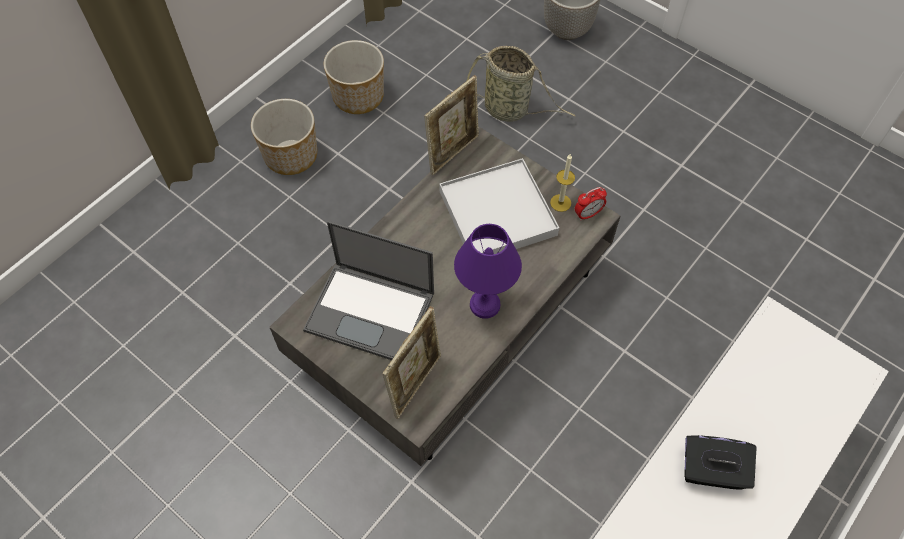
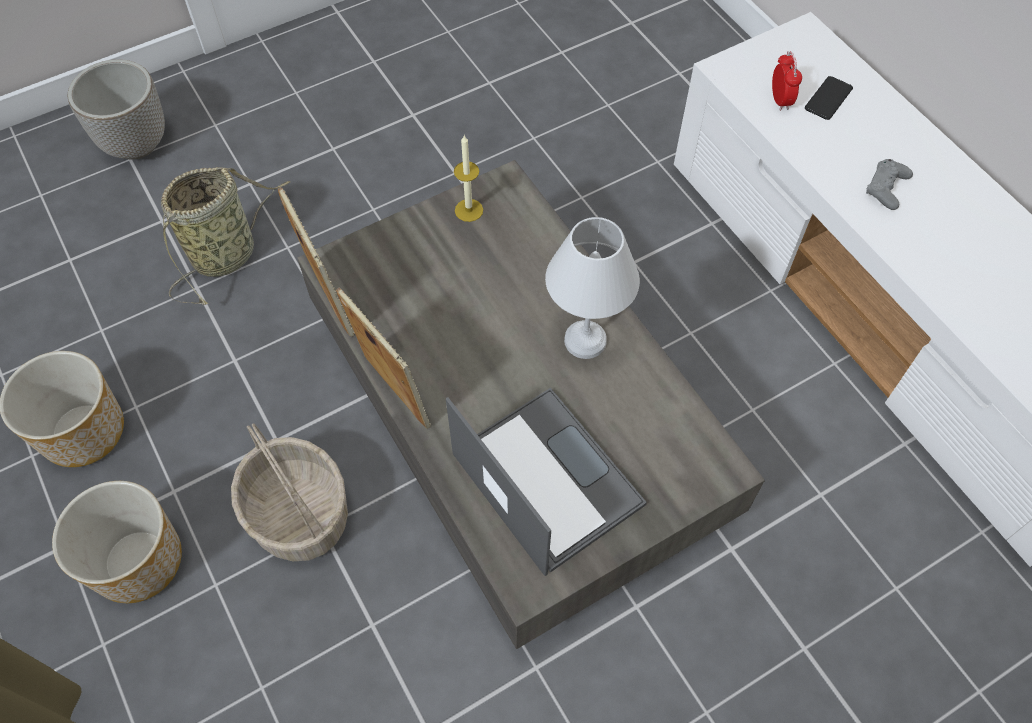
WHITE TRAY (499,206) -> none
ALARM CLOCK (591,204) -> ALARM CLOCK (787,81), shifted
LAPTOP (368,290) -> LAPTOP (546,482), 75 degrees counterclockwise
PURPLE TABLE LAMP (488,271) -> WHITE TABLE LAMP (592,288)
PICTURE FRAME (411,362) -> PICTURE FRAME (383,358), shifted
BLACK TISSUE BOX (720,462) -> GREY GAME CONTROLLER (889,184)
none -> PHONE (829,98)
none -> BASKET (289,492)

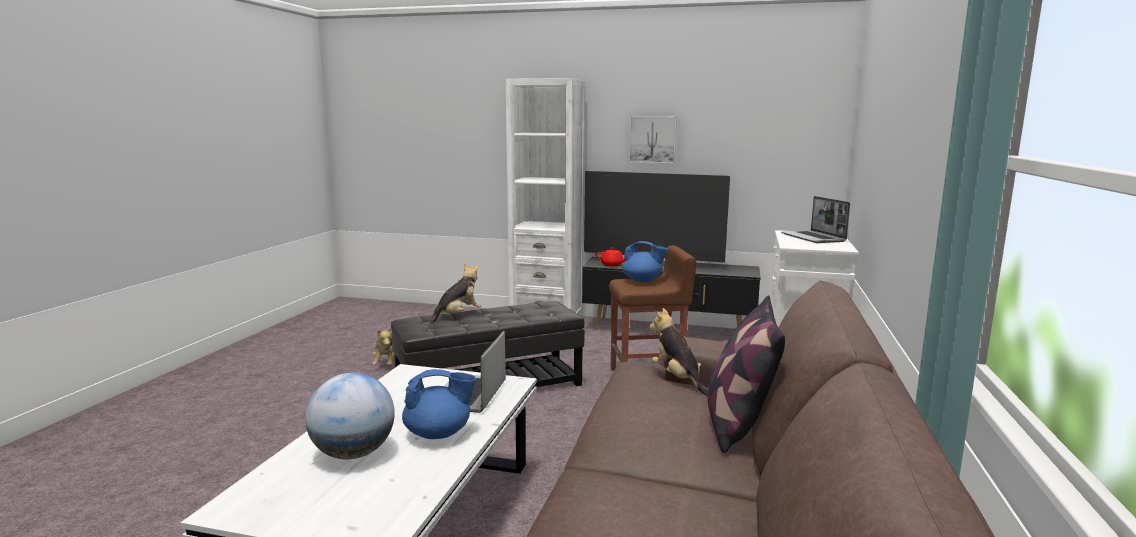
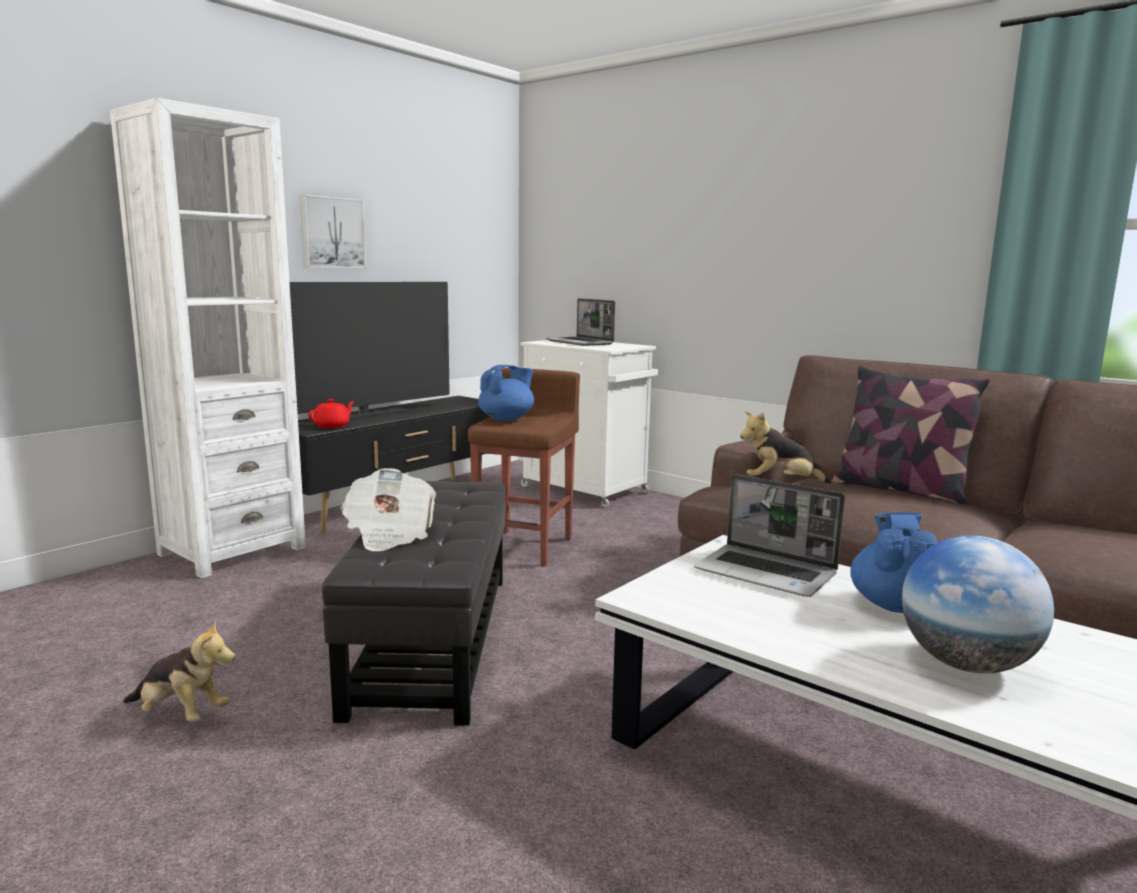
LAPTOP (815,219) -> LAPTOP (580,322), 45 degrees clockwise
PLUSH TOY (456,294) -> NEWSPAPER (388,509)

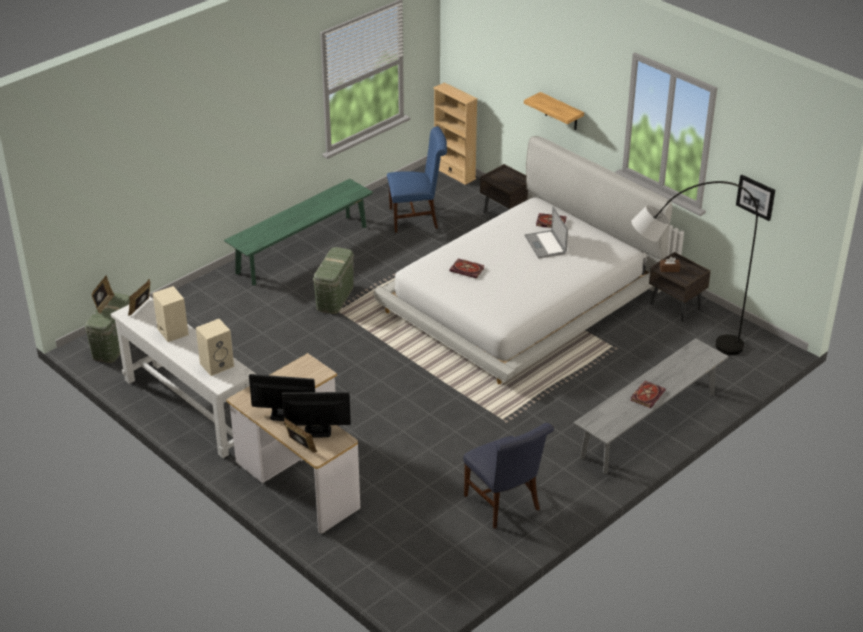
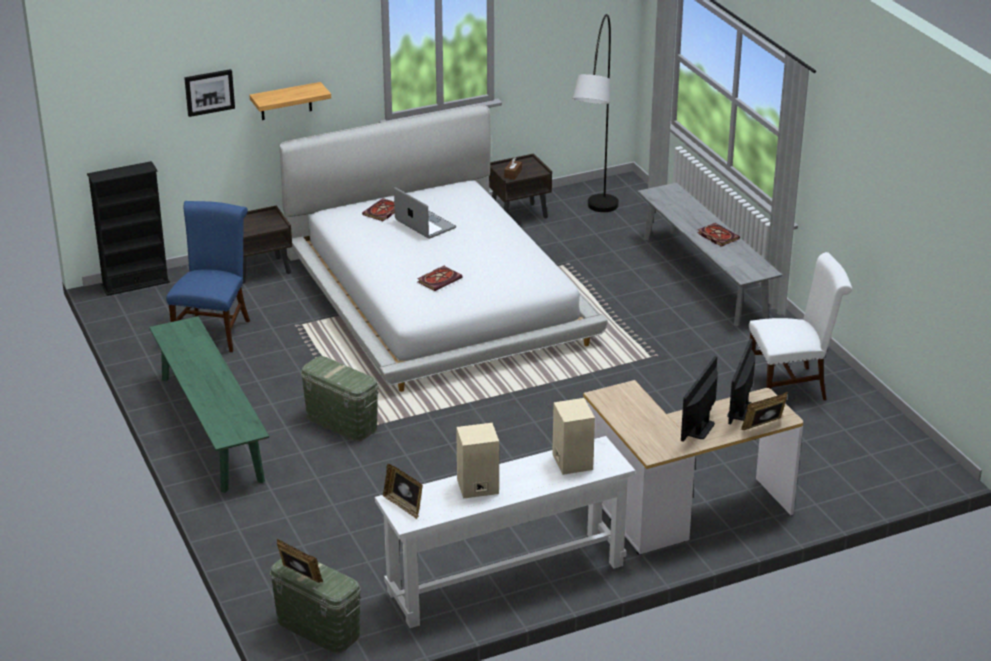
BEIGE BOOKCASE (455,133) -> BLACK BOOKCASE (128,228)
PICTURE (755,198) -> PICTURE (209,93), shifted
LAPTOP (546,232) -> LAPTOP (425,213), 135 degrees counterclockwise
BLUE CHAIR (508,476) -> WHITE CHAIR (800,326)

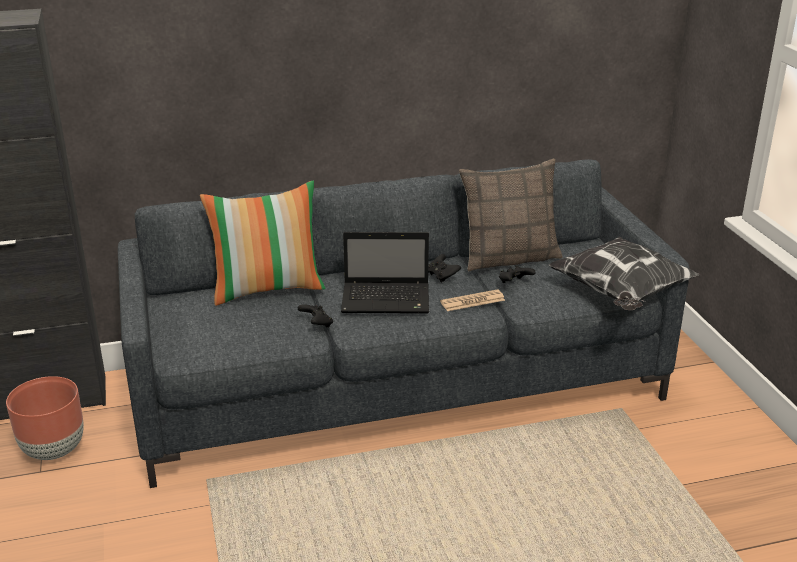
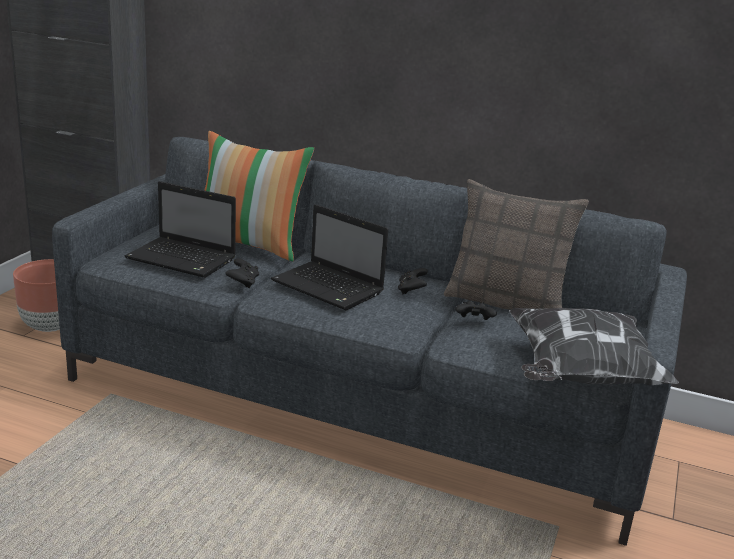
NEWSPAPER (472,300) -> none
none -> LAPTOP (180,229)

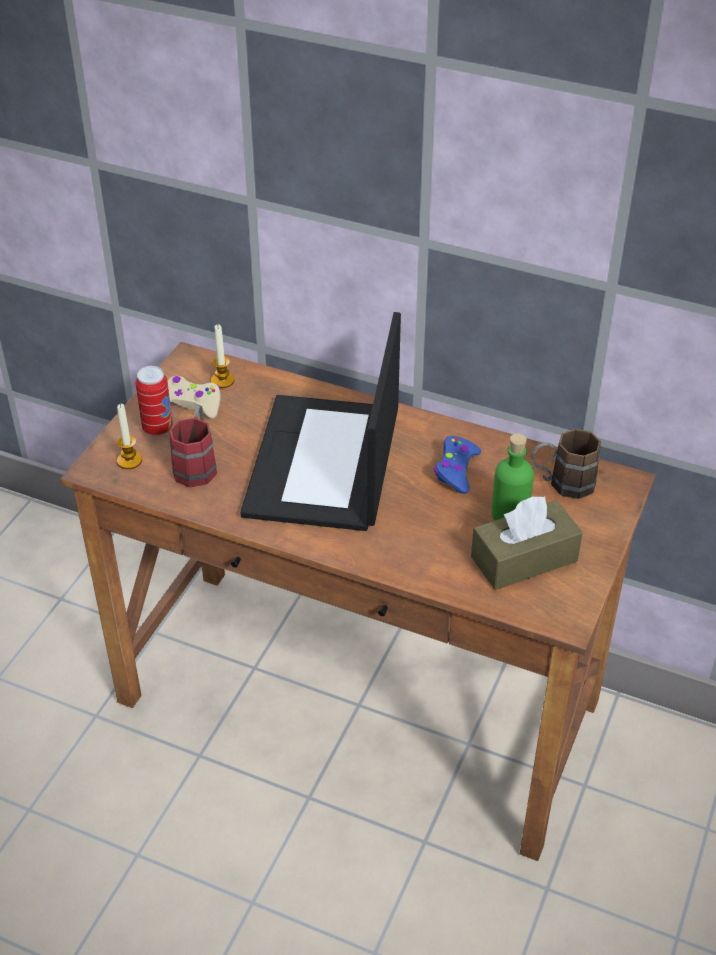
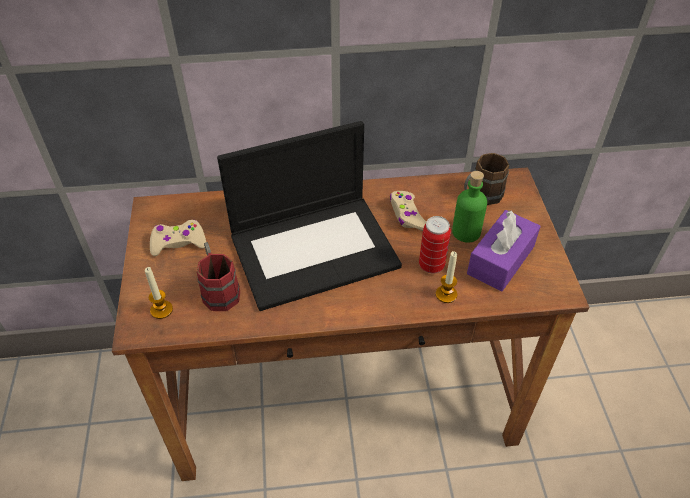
LAPTOP (320,421) -> LAPTOP (309,216), 90 degrees counterclockwise
CANDLE (223,356) -> CANDLE (446,277), shifted
CAN (154,401) -> CAN (435,245), shifted
BLUE GAME CONTROLLER (457,465) -> BEIGE GAME CONTROLLER (408,211)
BROWN TISSUE BOX (527,543) -> PURPLE TISSUE BOX (504,251)

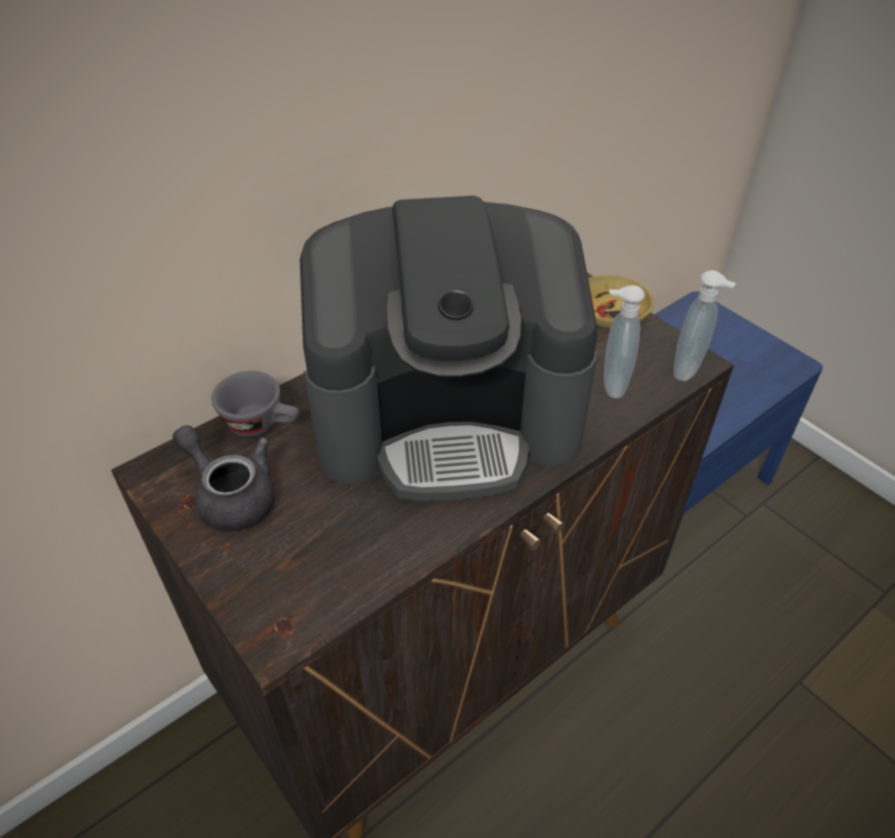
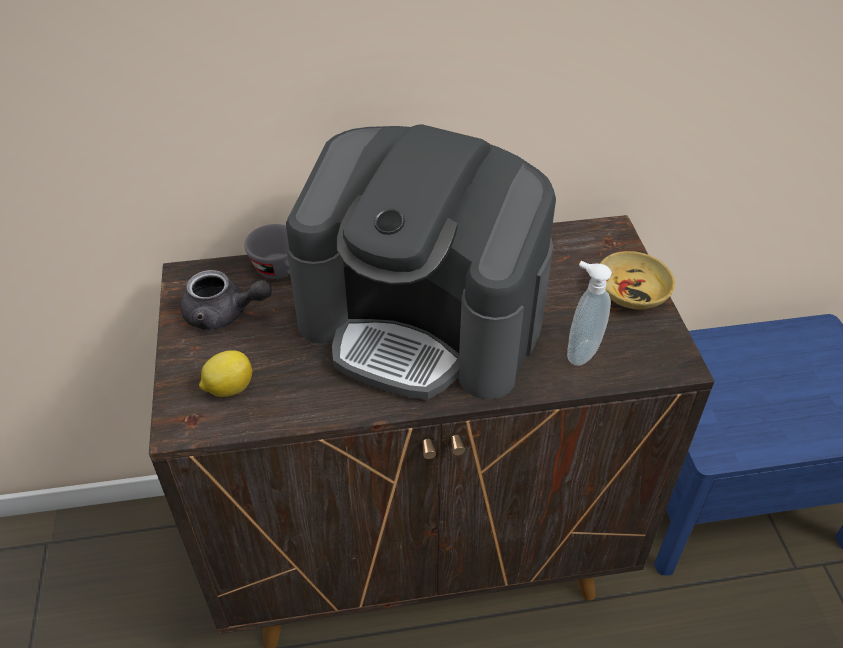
SOAP DISPENSER (704,325) -> none
GREY TEAPOT (224,478) -> GREY TEAPOT (226,300), 120 degrees clockwise
none -> LEMON (225,373)

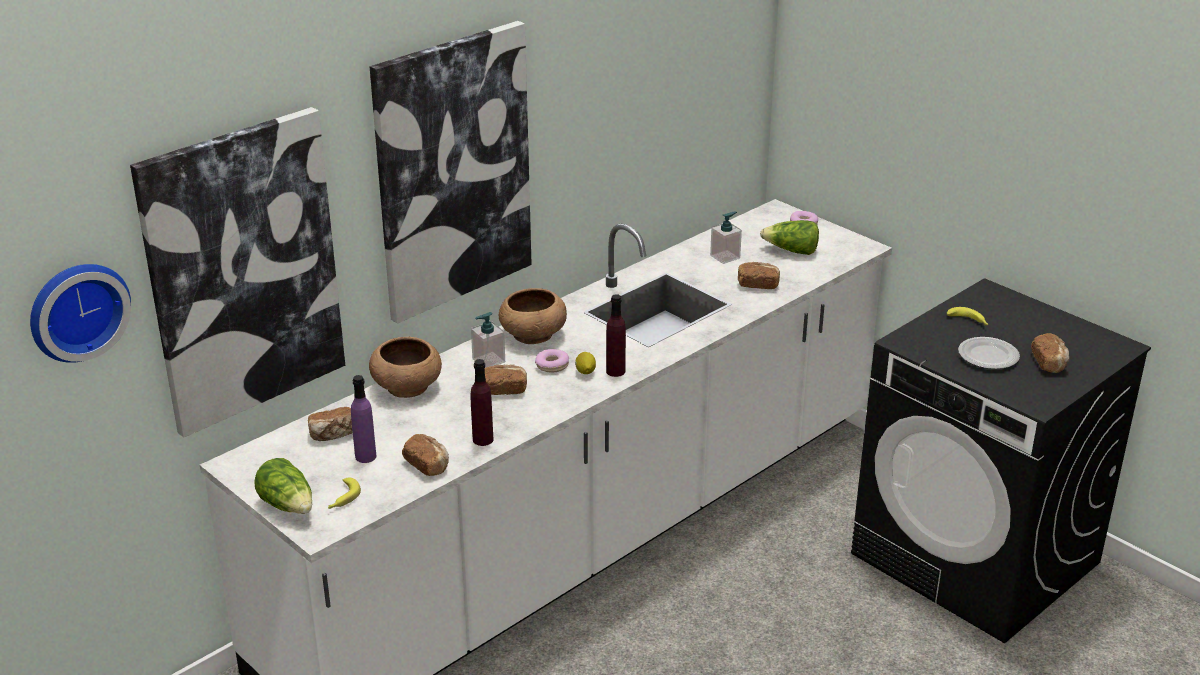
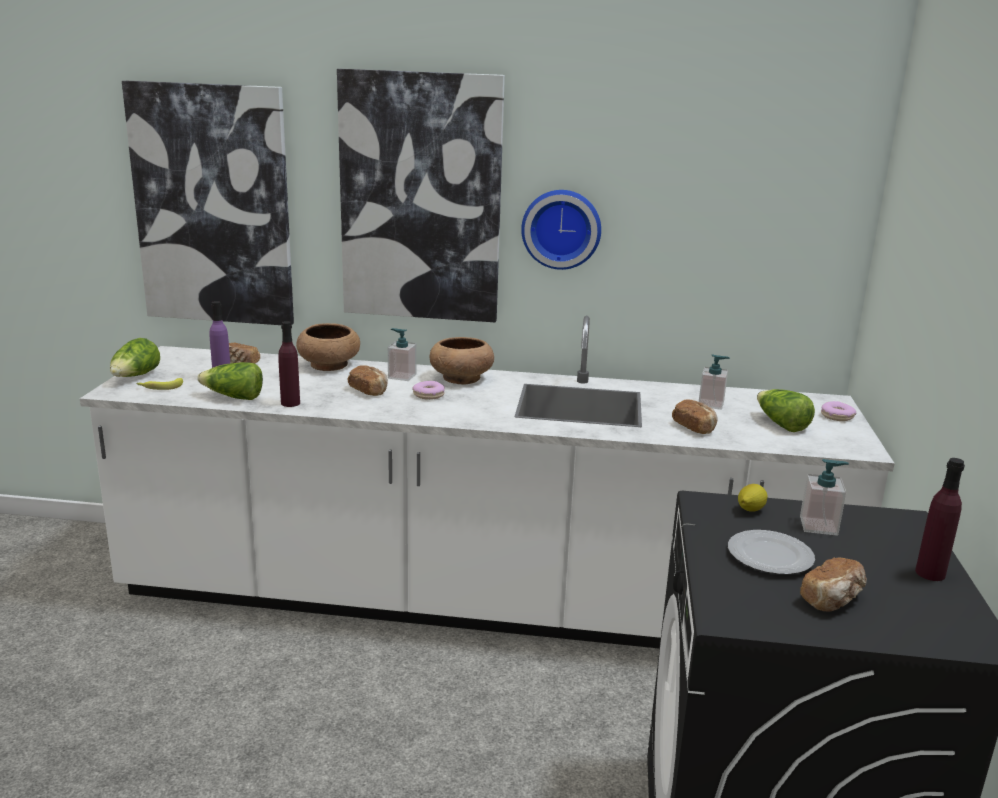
WALL CLOCK (80,313) -> WALL CLOCK (561,230), shifted
PURPLE BOTTLE (616,335) -> PURPLE BOTTLE (940,519), shifted
BANANA (968,316) -> SOAP DISPENSER (824,497)
LEMON (585,363) -> LEMON (753,498), shifted
BREAD (425,455) -> LETTUCE (230,381)

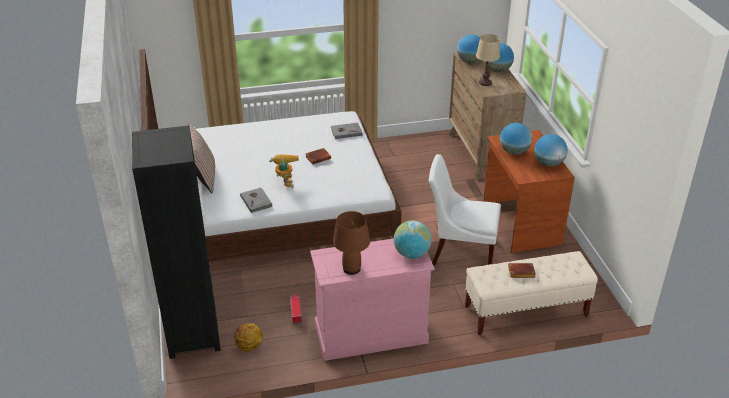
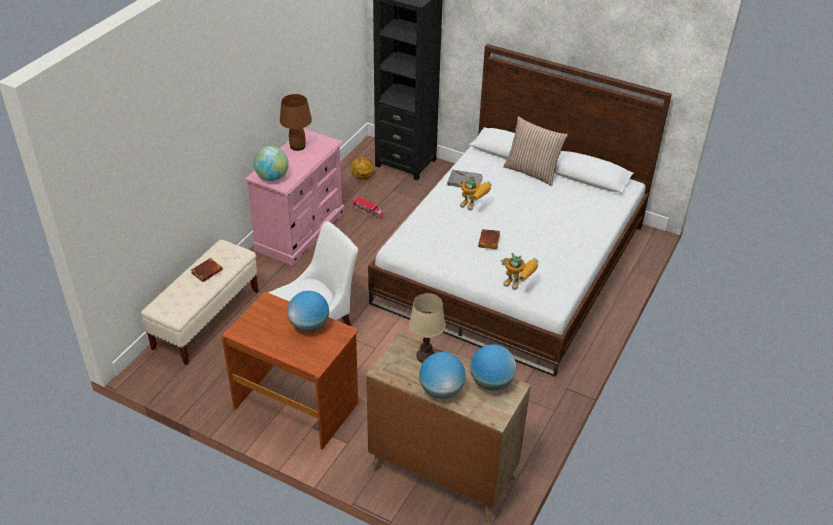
GREY BOOK (347,131) -> TOY ROBOT (519,271)
GLOBE (551,150) -> none

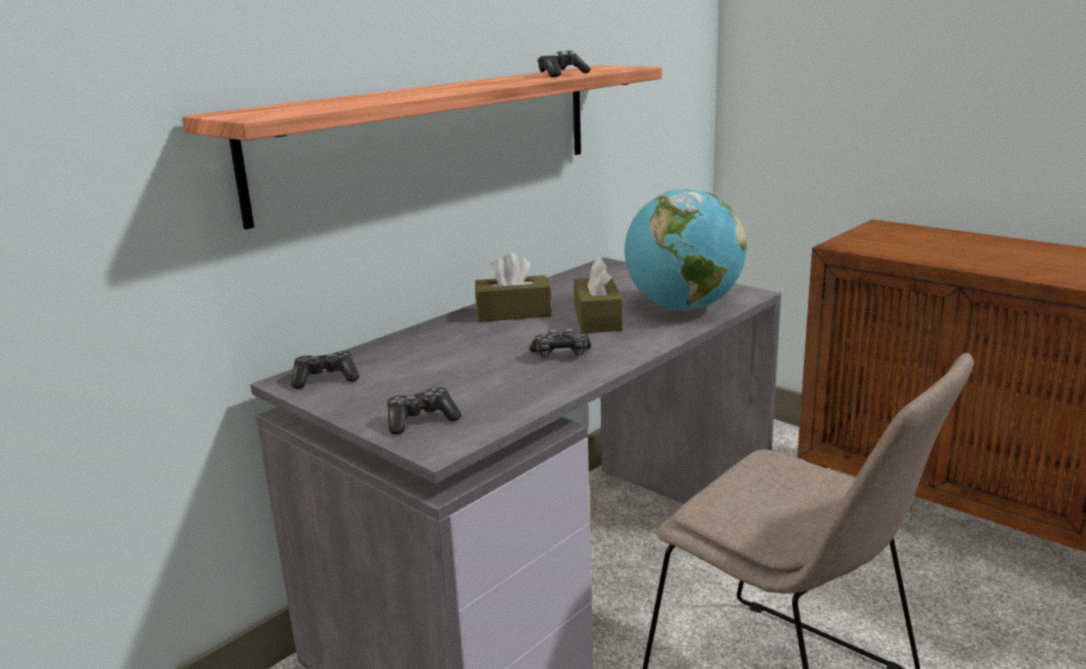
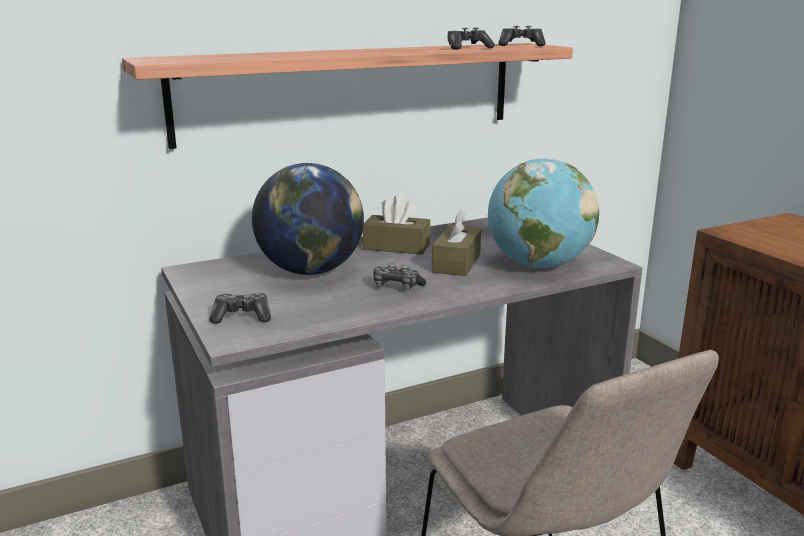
GAME CONTROLLER (325,370) -> GAME CONTROLLER (522,36), shifted
none -> GLOBE (308,219)

